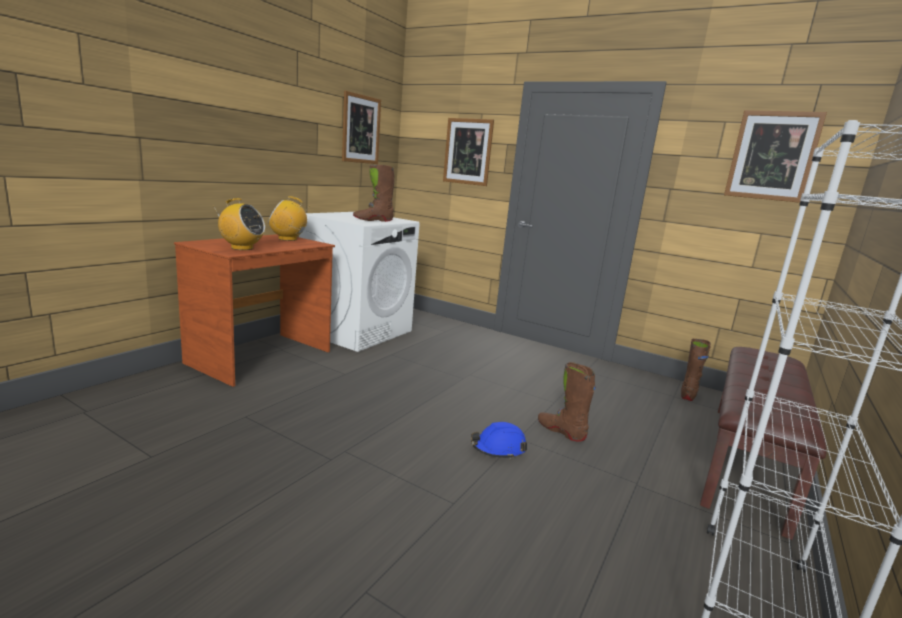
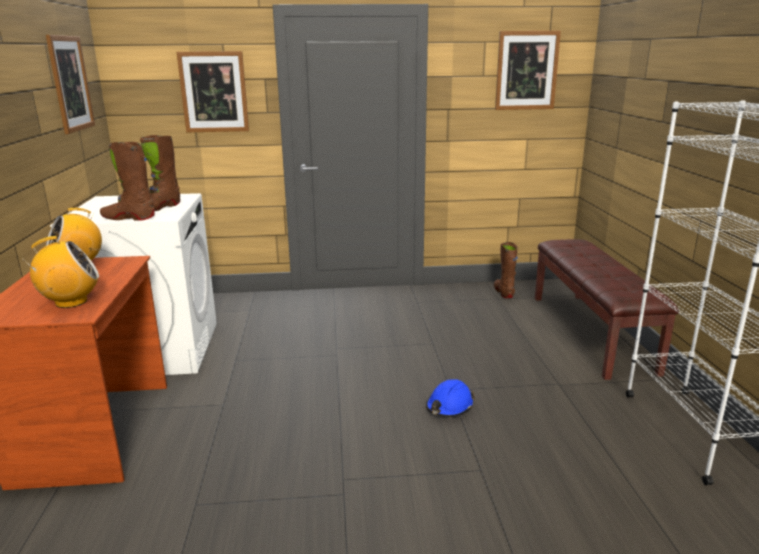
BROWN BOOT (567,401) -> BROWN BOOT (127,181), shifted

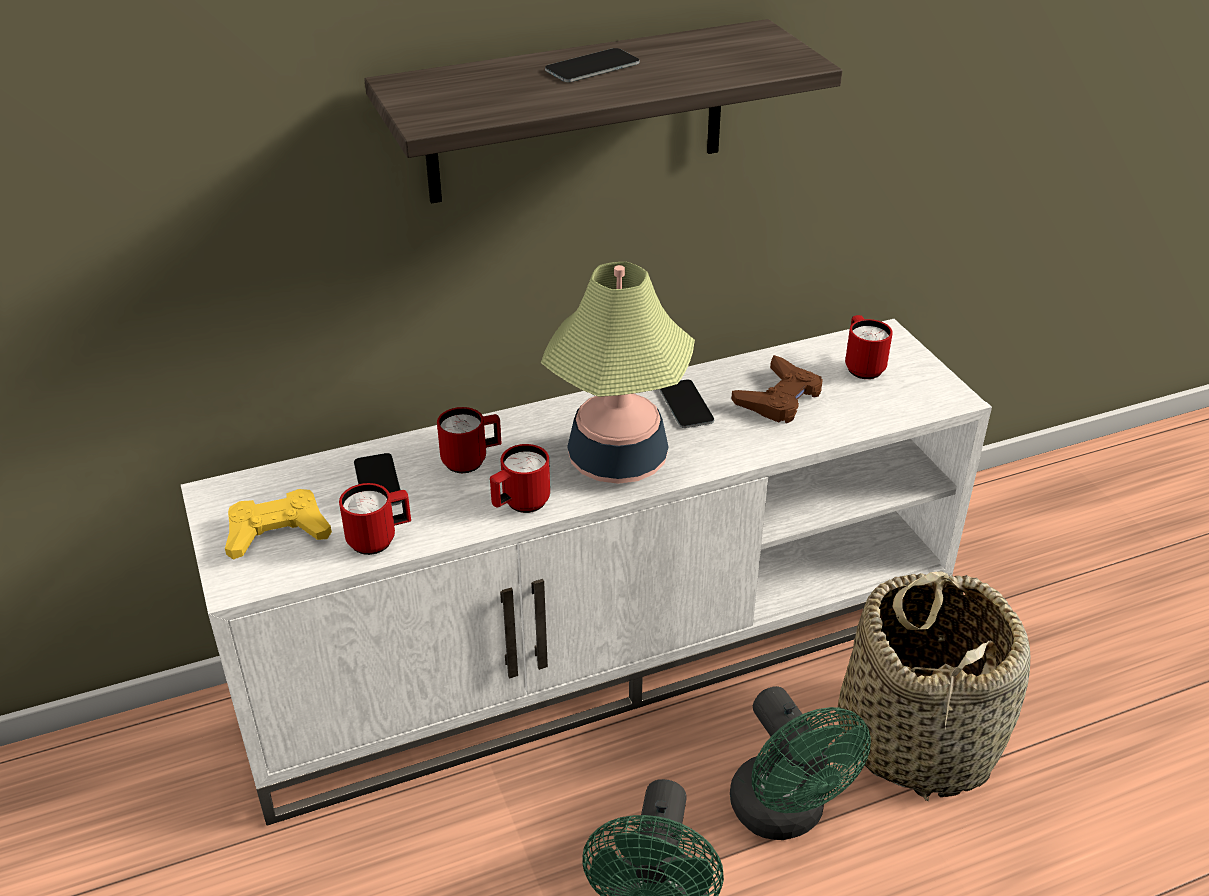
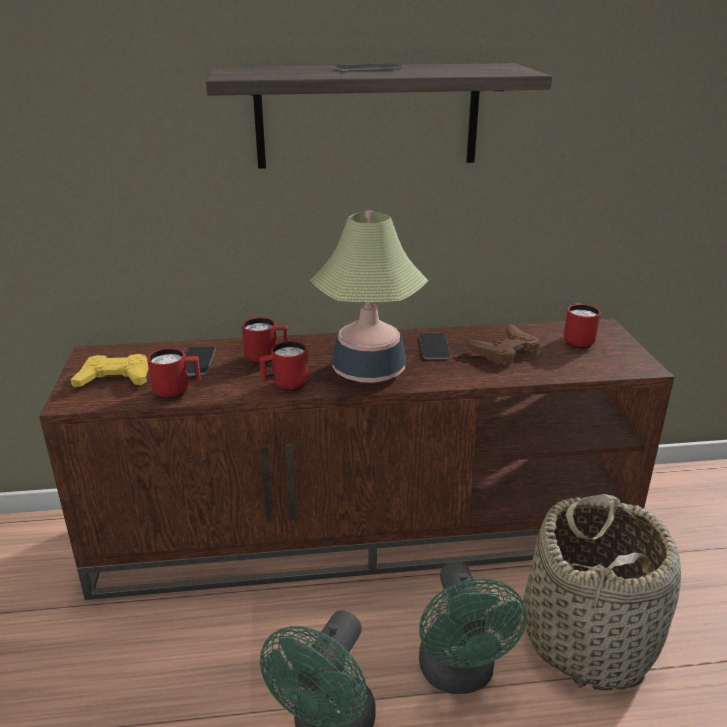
WHITE TV STAND (586,572) -> BROWN TV STAND (356,459)

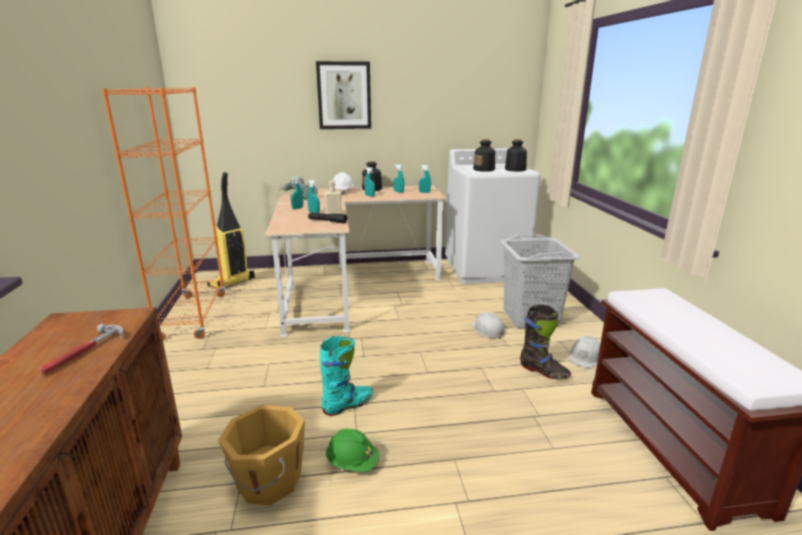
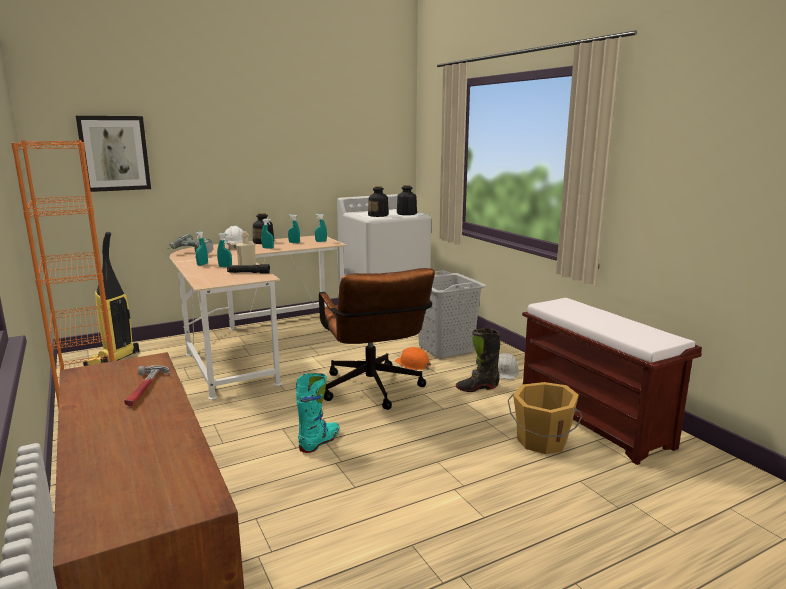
PICTURE (343,95) -> PICTURE (113,154), shifted
BLACK BOOT (545,341) -> BLACK BOOT (478,360), 150 degrees clockwise
WHITE HARD HAT (488,325) -> ORANGE HARD HAT (413,358)
ORANGE BUCKET (261,455) -> ORANGE BUCKET (545,418), shifted
GREEN HARD HAT (353,450) -> none
none -> BROWN OFFICE CHAIR (377,339)

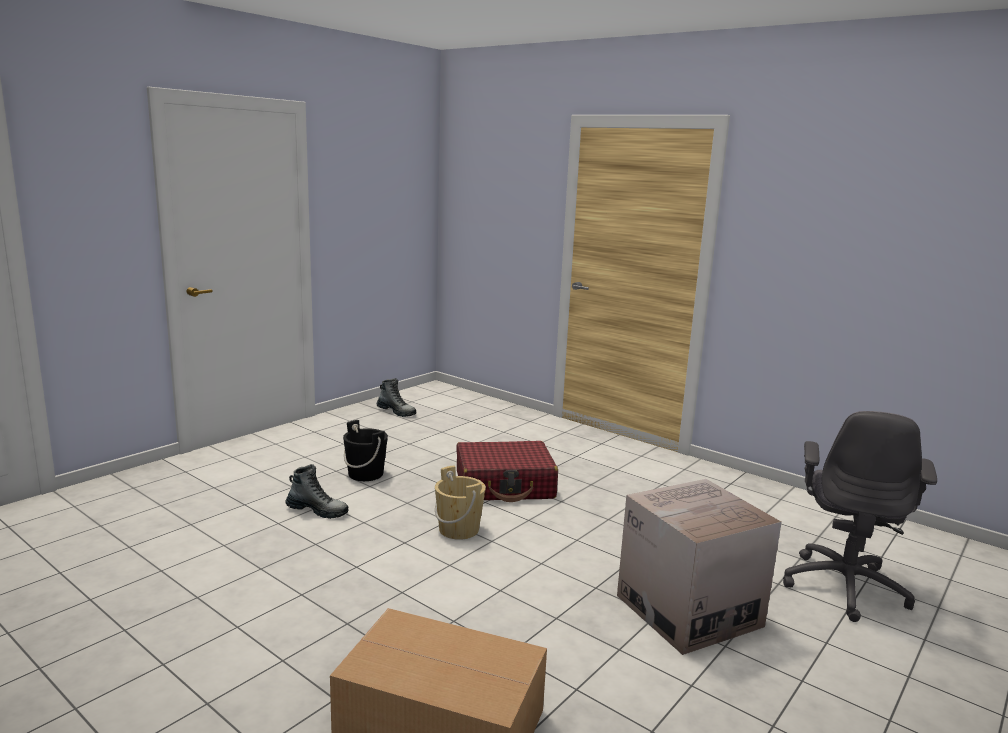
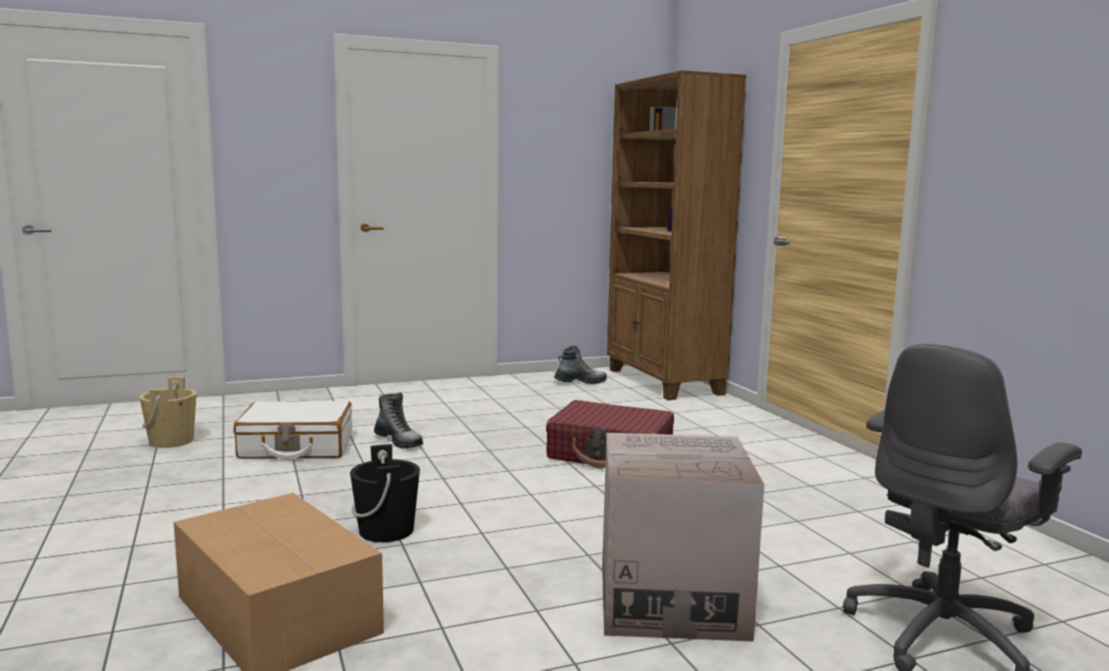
BOOT (396,397) -> BOOT (580,365), 75 degrees counterclockwise
BLACK BUCKET (365,450) -> BLACK BUCKET (385,493), shifted
BEIGE BUCKET (460,502) -> BEIGE BUCKET (167,412), shifted
none -> BROWN BOOKCASE (677,235)
none -> WHITE SUITCASE (293,430)

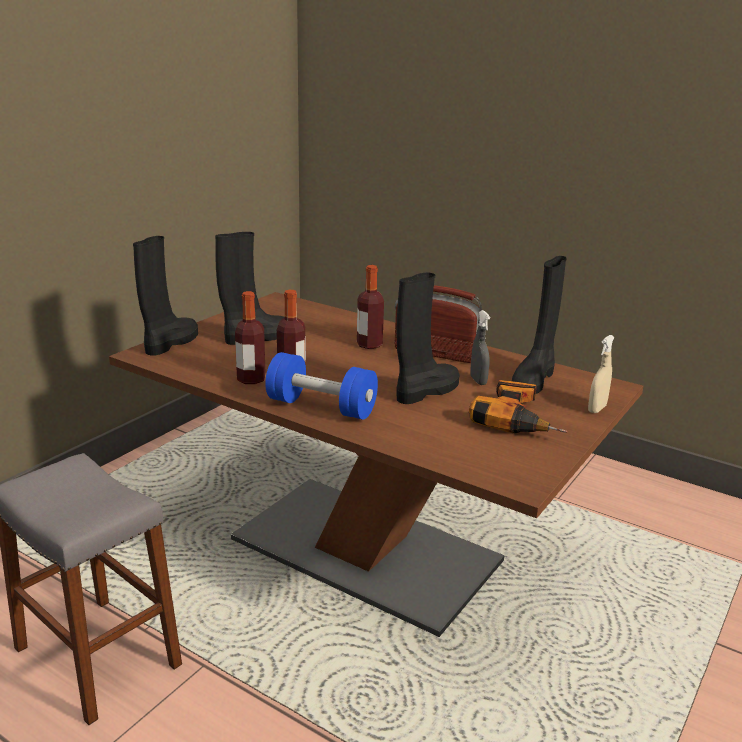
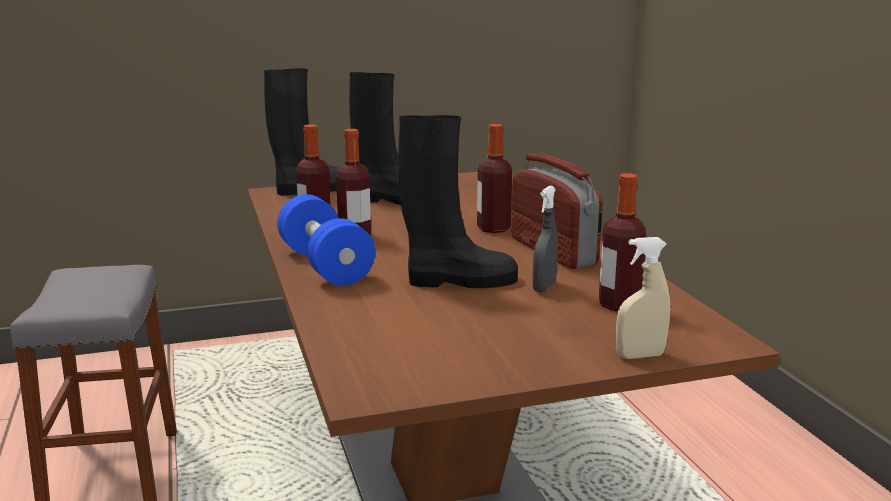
BLACK BOOT (539,325) -> BOTTLE (622,242)
POWER DRILL (518,406) -> none

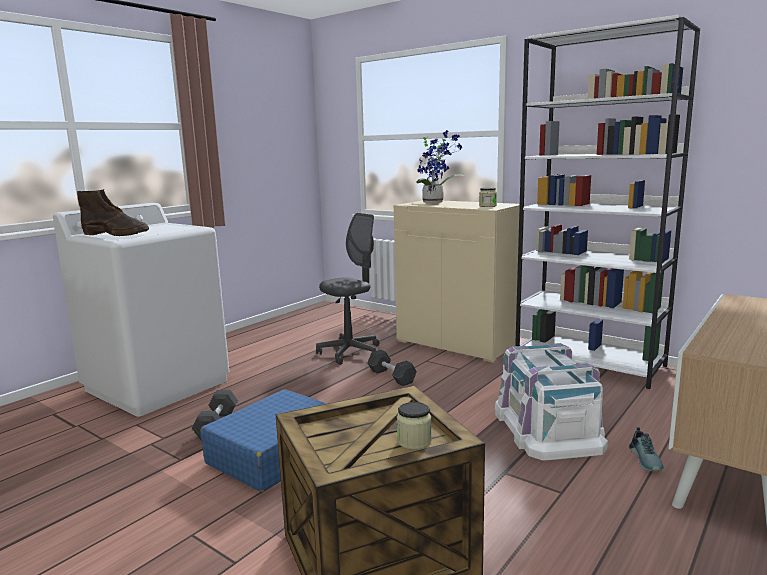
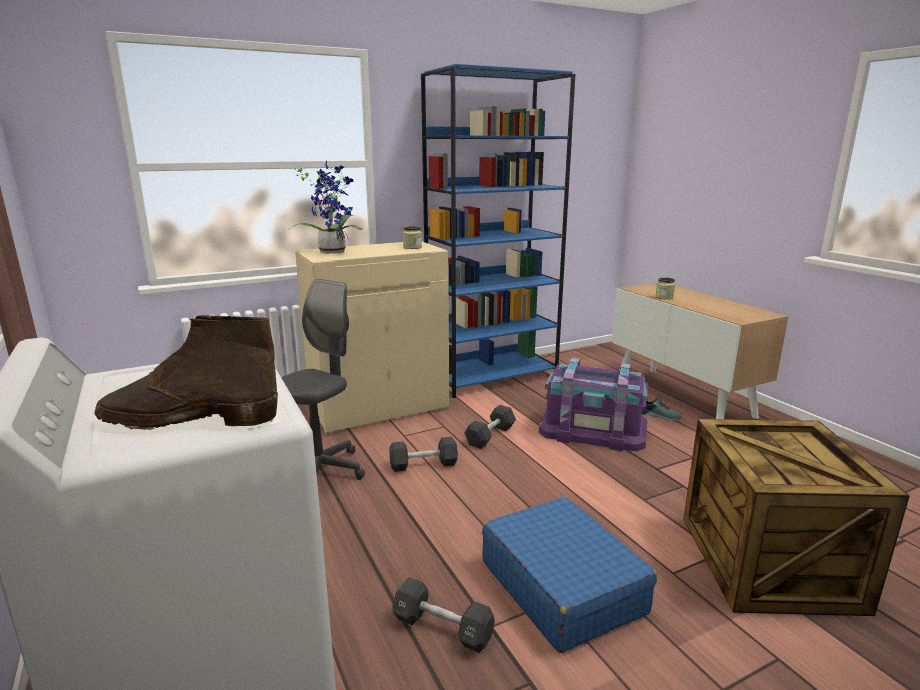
WHITE BOOKCASE (607,202) -> BLUE BOOKCASE (498,231)
BROWN BOOT (113,212) -> BROWN BOOT (186,372), 135 degrees counterclockwise
GREY OFFICE CHAIR (347,289) -> GREY OFFICE CHAIR (323,379), 45 degrees clockwise
WHITE STORAGE BOX (551,402) -> PURPLE STORAGE BOX (593,404)
JAR (414,426) -> JAR (665,288), shifted
none -> BLACK DUMBBELL (490,427)

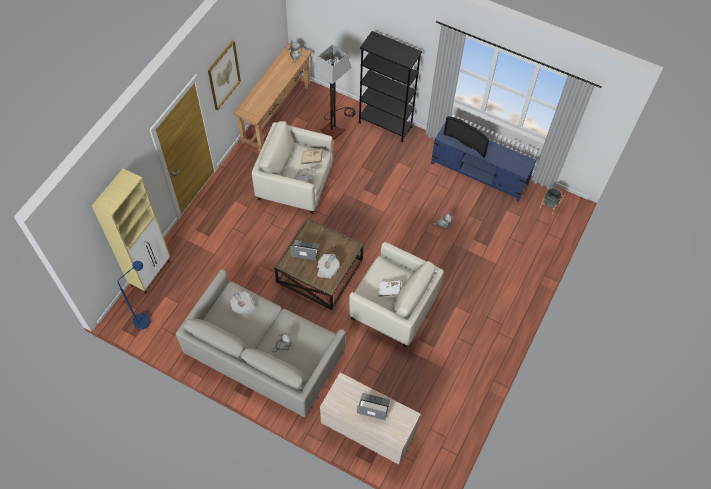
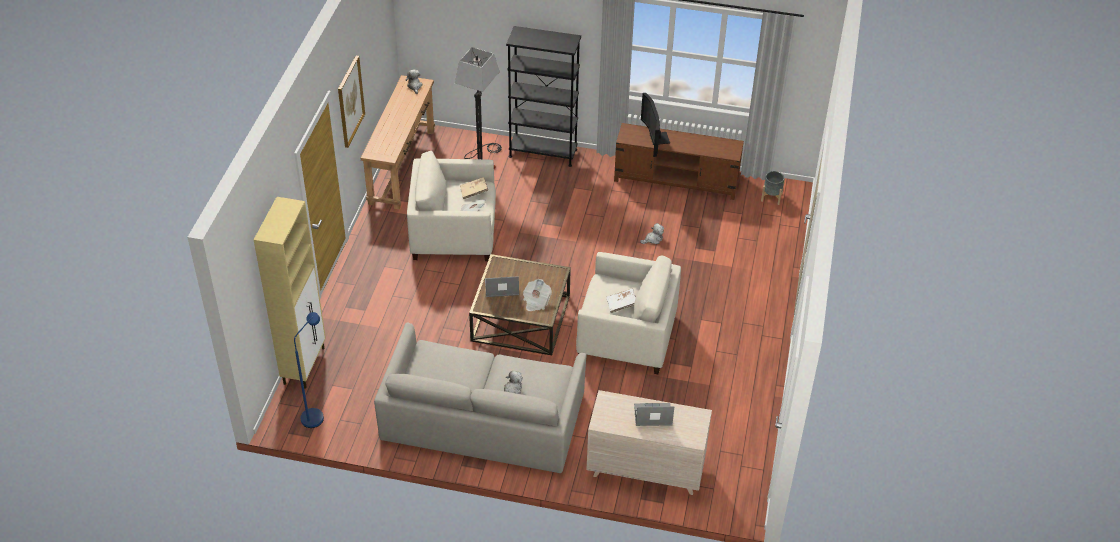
TELEVISION (466,137) -> TELEVISION (655,125), 60 degrees clockwise
BLUE TV STAND (484,161) -> BROWN TV STAND (679,161)
NEWSPAPER (242,304) -> none

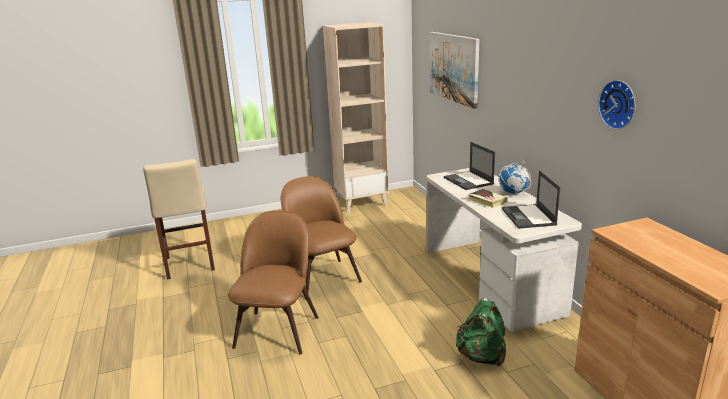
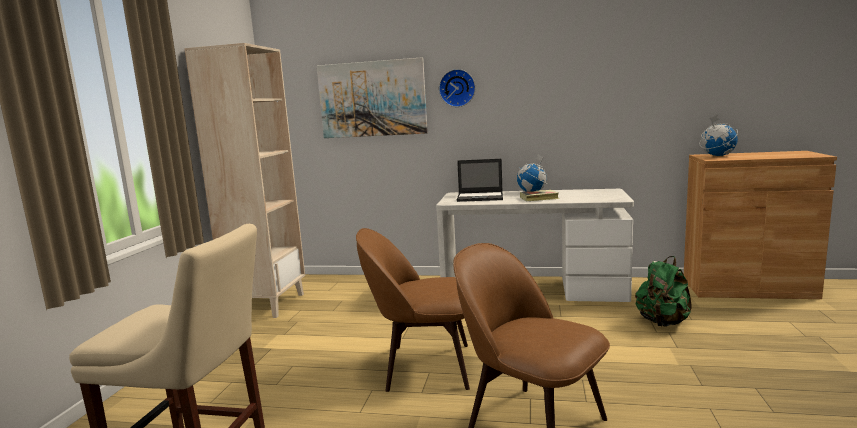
WALL CLOCK (617,105) -> WALL CLOCK (457,88), shifted
LAPTOP (531,199) -> none
none -> GLOBE (718,135)

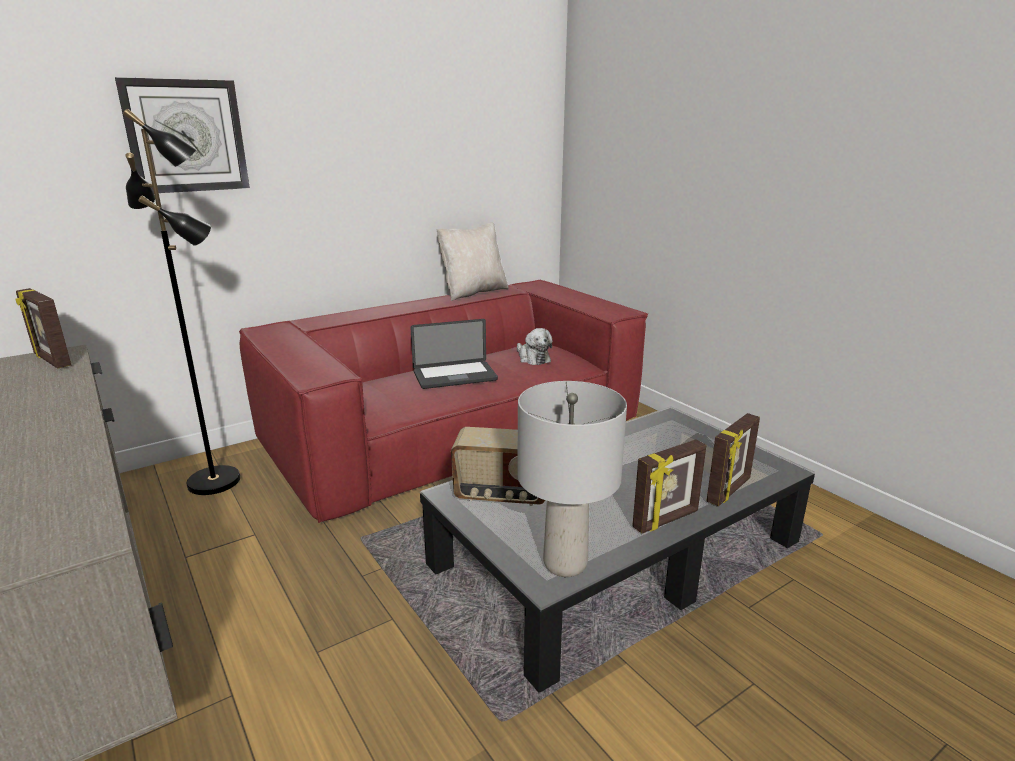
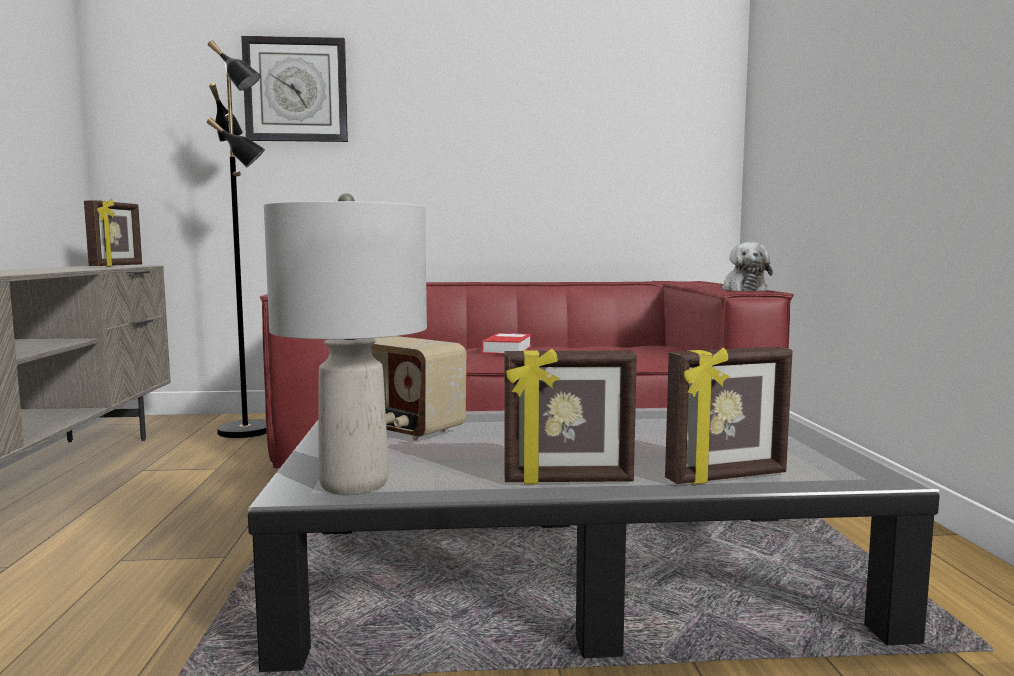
BEIGE PILLOW (472,261) -> none
PICTURE FRAME (43,328) -> PICTURE FRAME (113,233), 150 degrees counterclockwise
LAPTOP (454,354) -> BOOK (506,343)
PLUSH TOY (535,346) -> PLUSH TOY (747,266), shifted

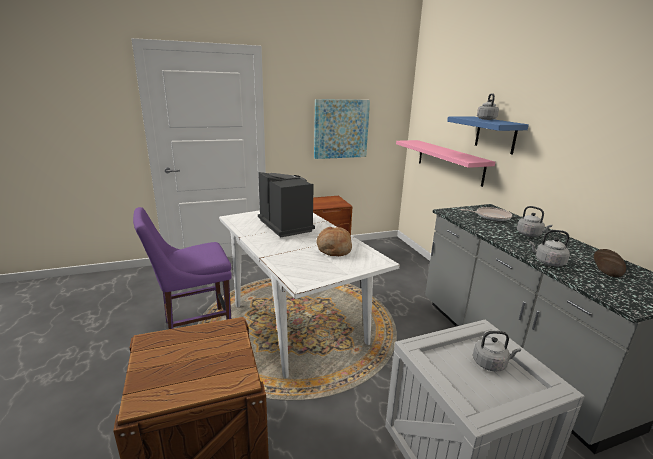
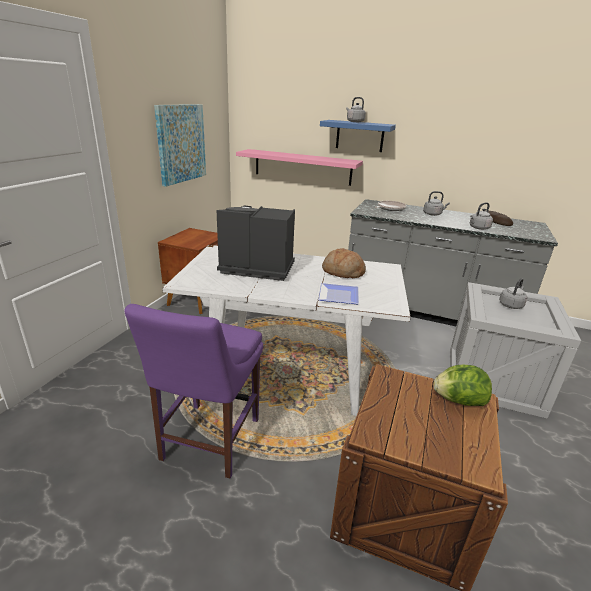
none -> PLATE (338,293)
none -> LETTUCE (462,385)

